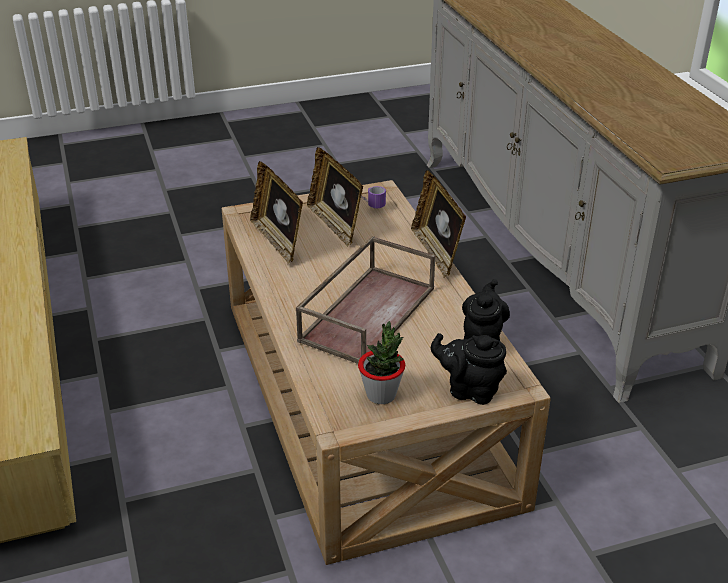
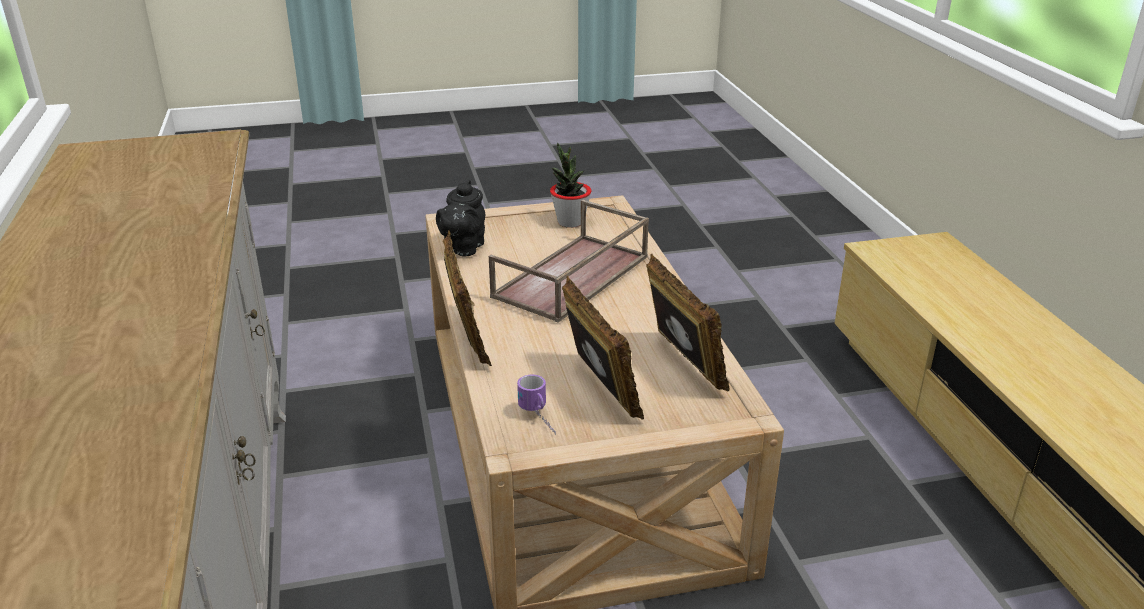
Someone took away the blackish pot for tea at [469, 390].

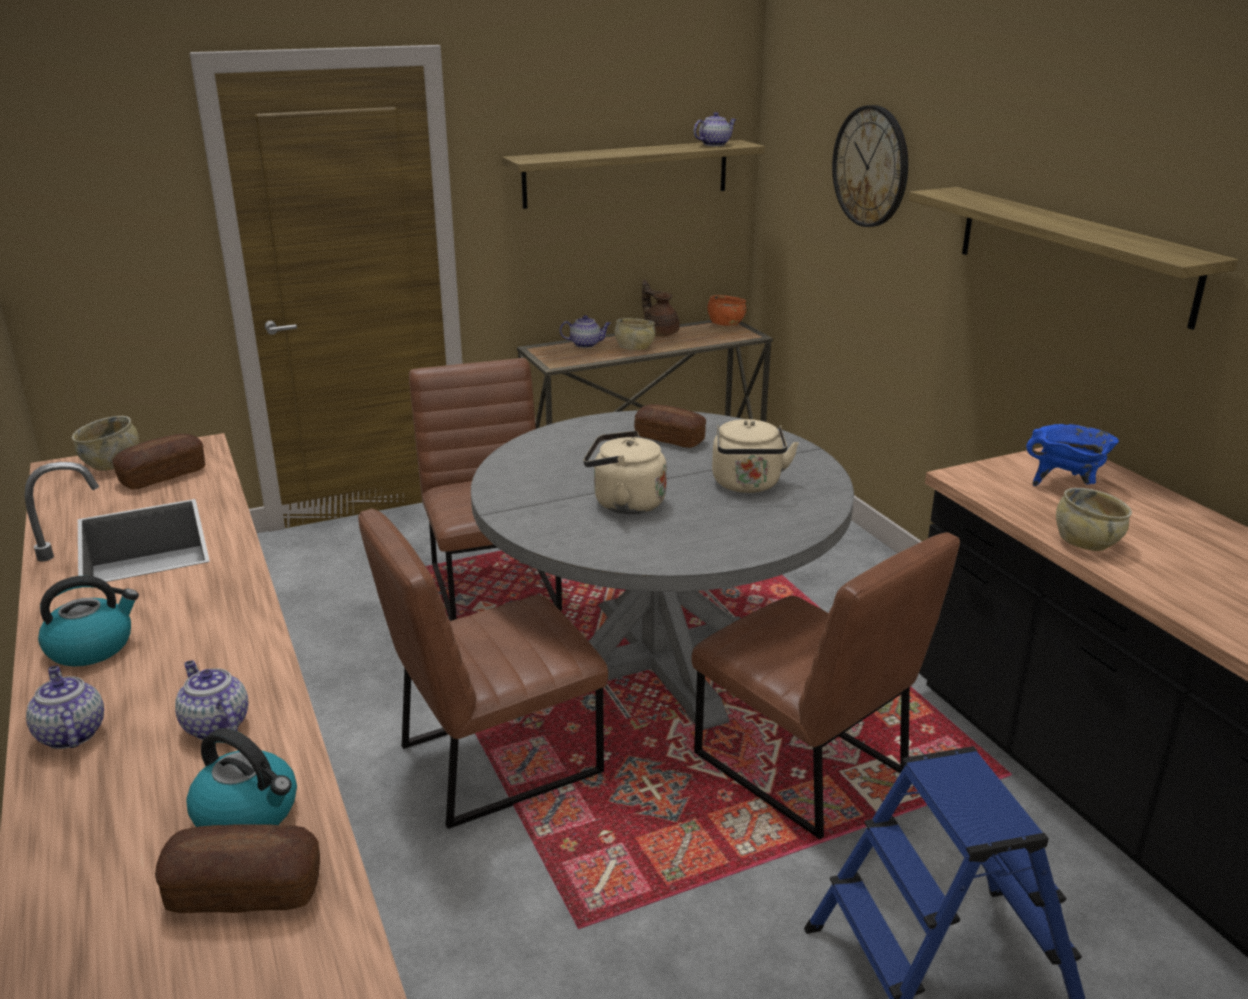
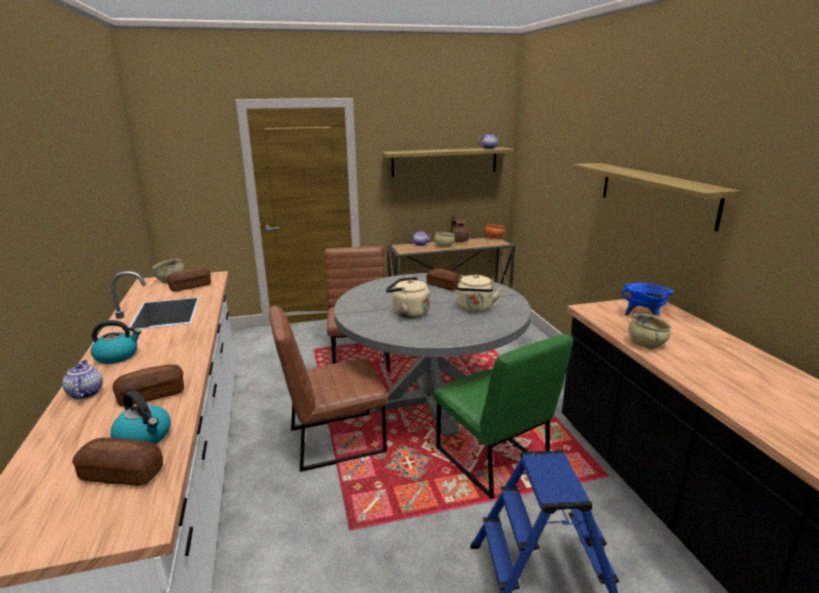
Someone swapped the pot for tea at [215, 725] for the baked bread at [152, 395]. Someone repainted the brown plain chair at [803, 768], which became the green-coloured plain chair at [492, 461]. Someone took away the wall clock at [871, 166].

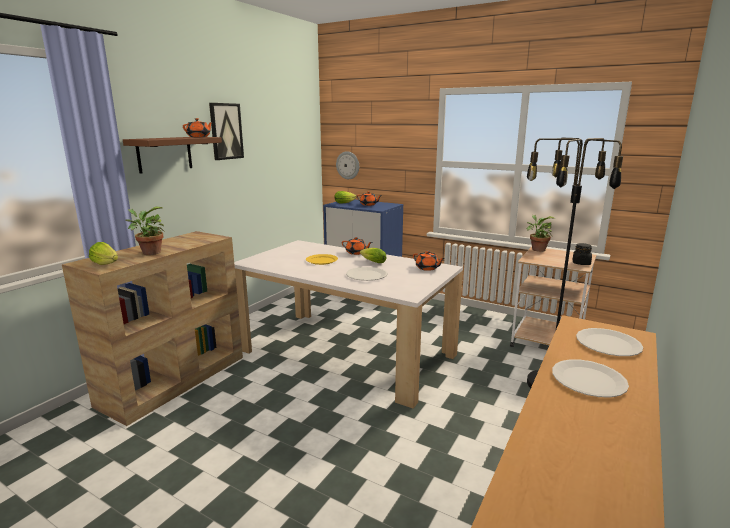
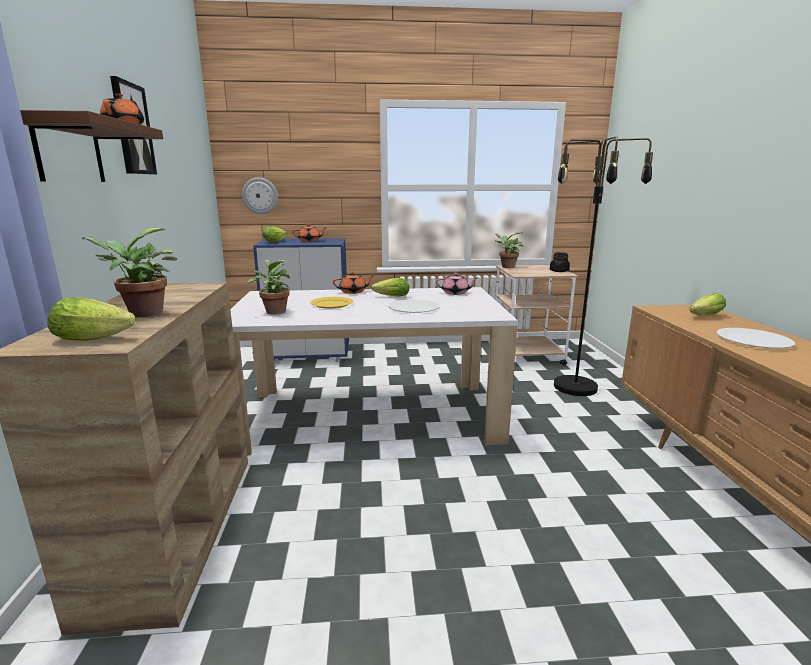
Someone put down the potted plant at [274, 311]. Someone repainted the orangey pot for tea at [427, 268], which became the pinkish pot for tea at [455, 293]. Someone swapped the white dinner plate at [608, 344] for the head of lettuce at [703, 316].

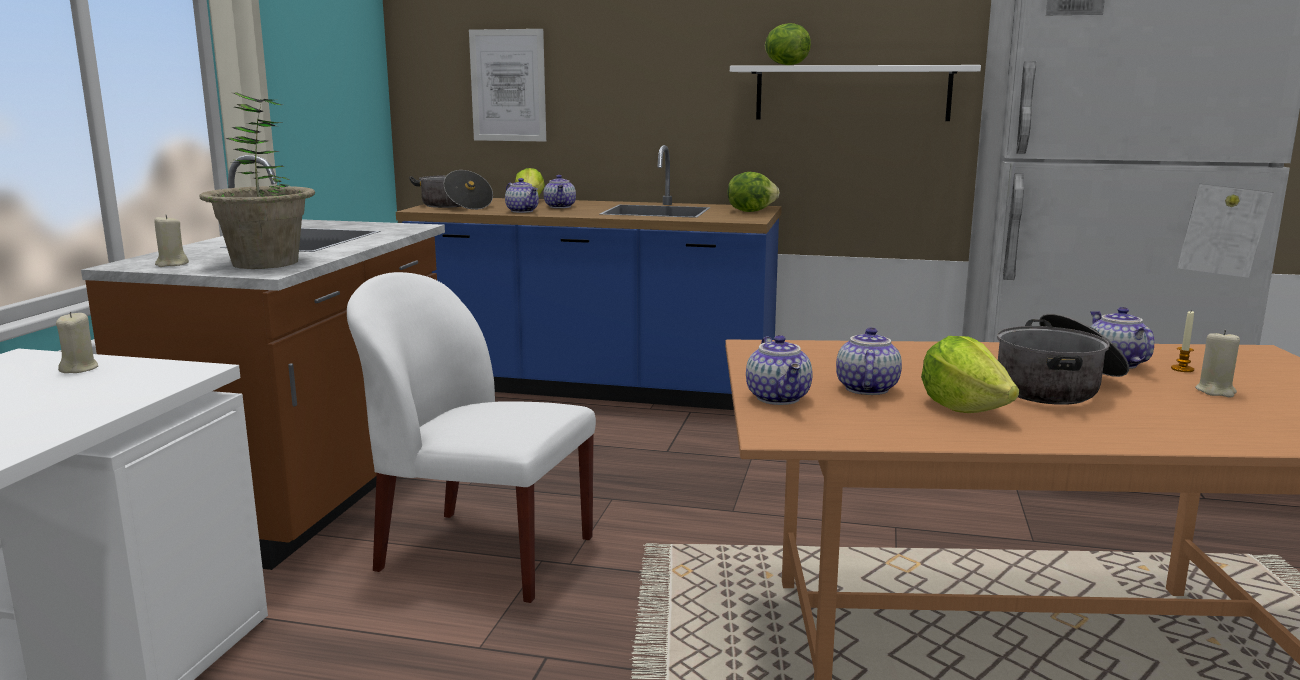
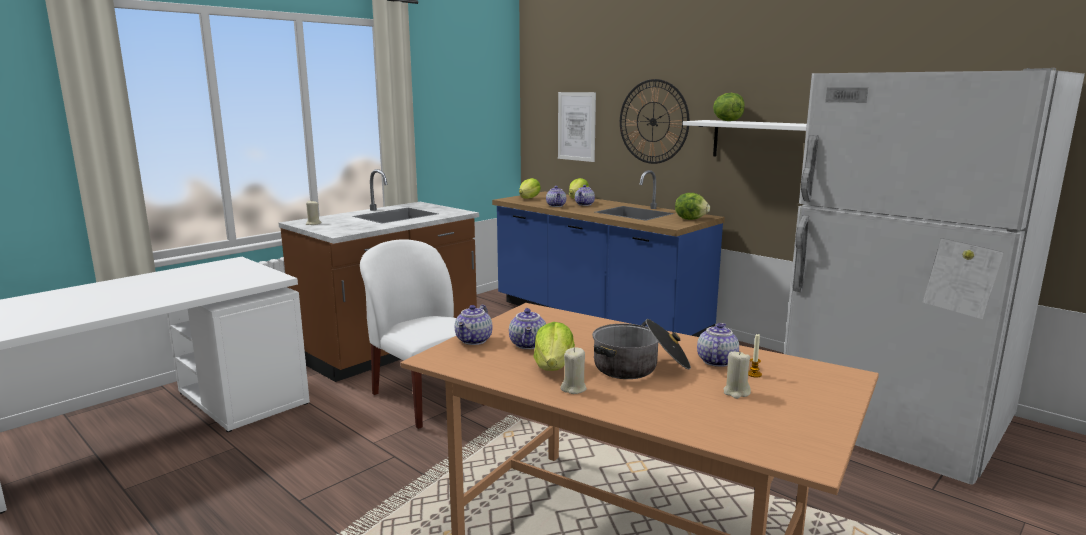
Someone rotated the pot for tea at [865, 388] by 135 degrees clockwise. Someone swapped the saucepot at [454, 206] for the head of lettuce at [529, 198]. Someone carried the sand-coloured wax light from [79, 369] to [573, 388]. Someone put up the wall clock at [653, 122]. Someone took away the potted plant at [265, 263].

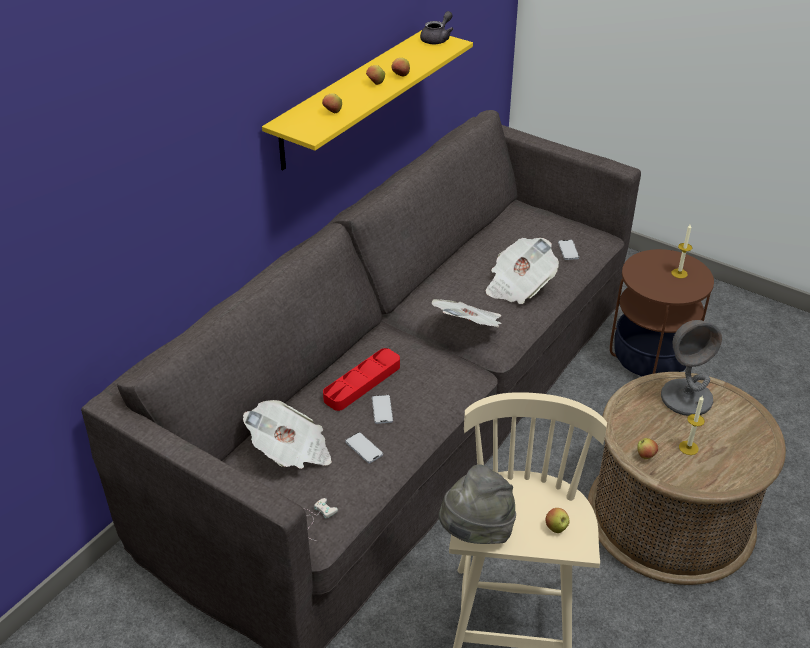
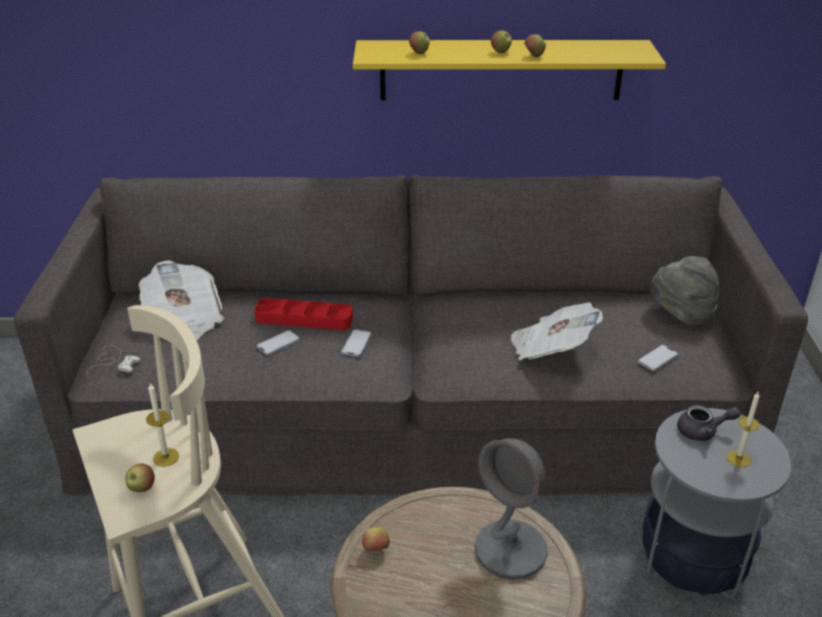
Someone carried the wax light from [688, 448] to [166, 457]. Someone carried the handset from [364, 448] to [356, 343]. Someone repainted the brown accent table at [649, 360], which became the gray accent table at [692, 560]. Someone carried the gray clothing hat from [476, 531] to [680, 315]. Someone carried the gray pot for tea from [437, 39] to [702, 431]. Someone took away the newspaper at [469, 327].

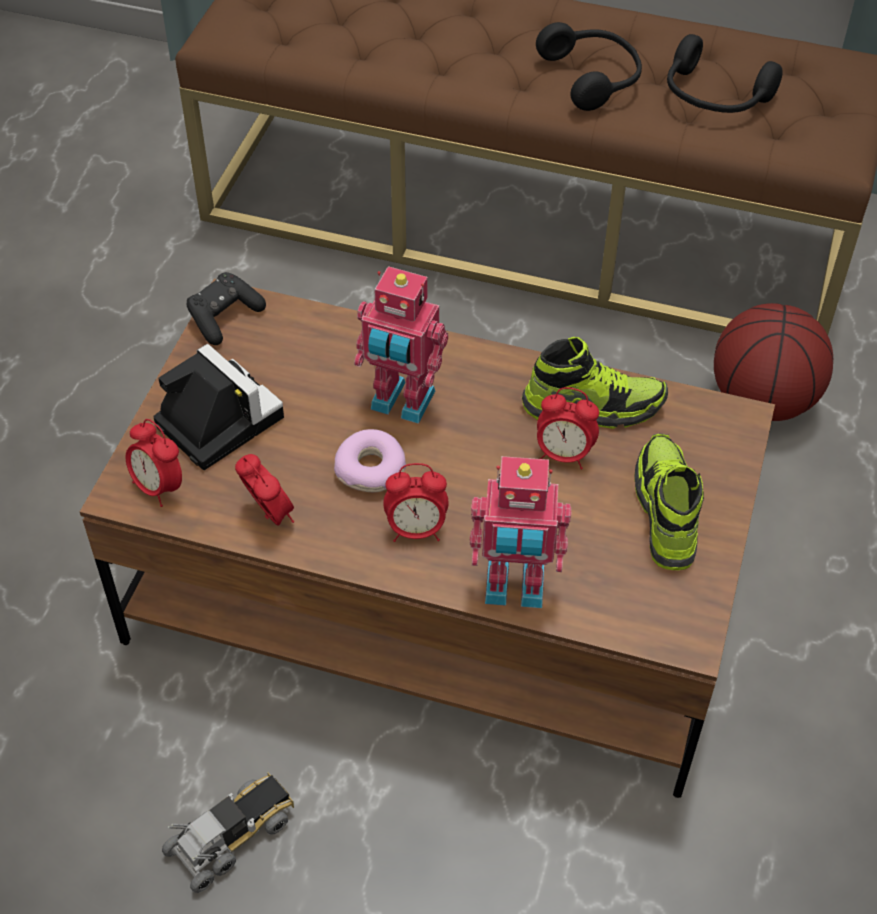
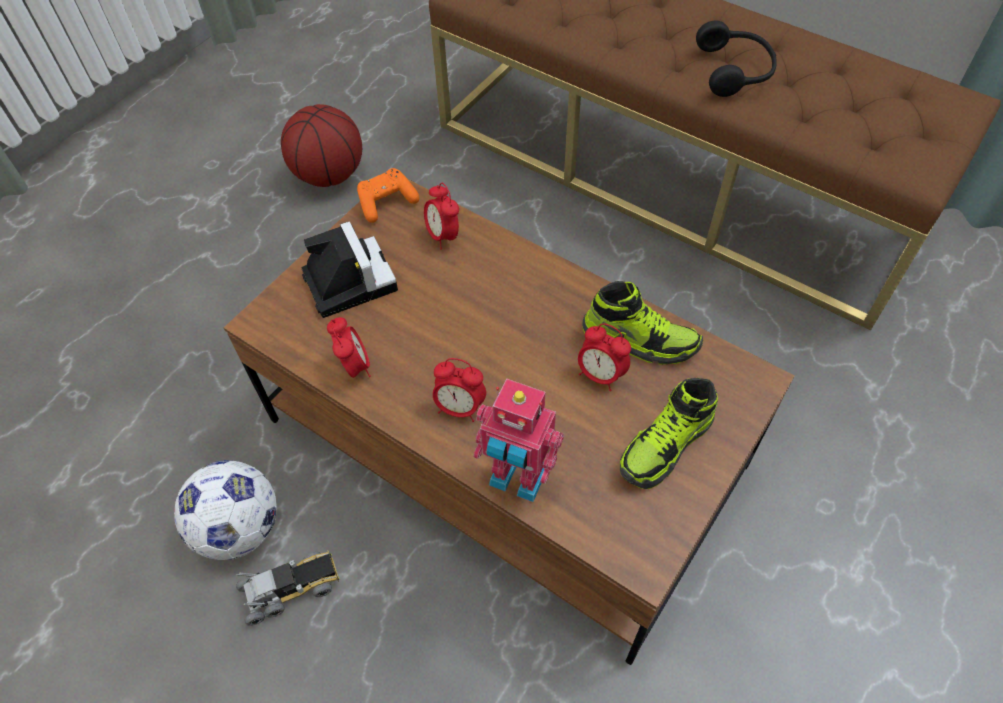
Someone put down the football at [239, 528]. Someone carried the ball for basketball from [761, 401] to [328, 175]. Someone repainted the blackish joypad at [224, 317], which became the orangey joypad at [387, 202]. Someone carried the bedside clock from [158, 487] to [443, 236]. Someone rotated the low shoe at [665, 512] by 150 degrees counterclockwise. Someone took away the ring doughnut at [371, 469]. Someone took away the robot figure at [401, 403]. Someone took away the blackish headset at [714, 97].

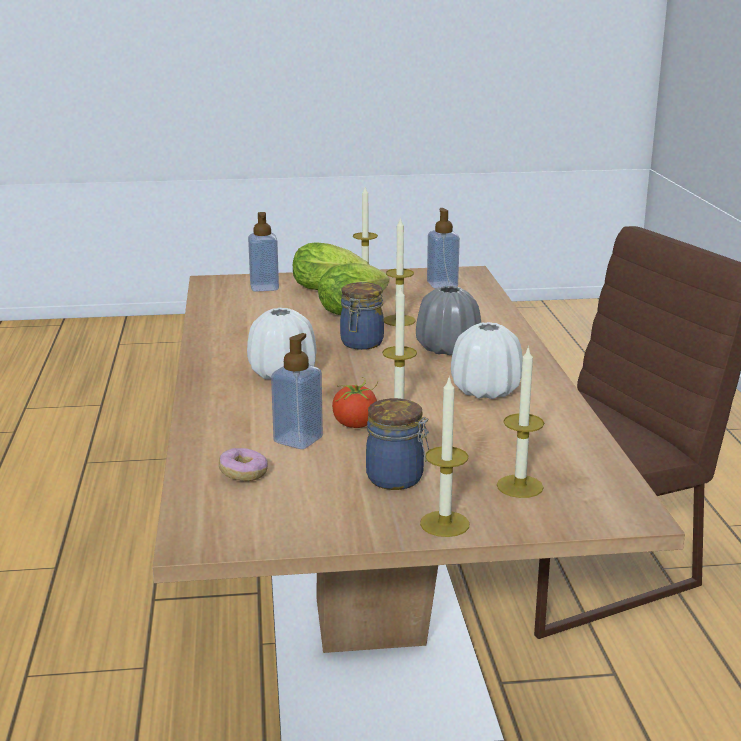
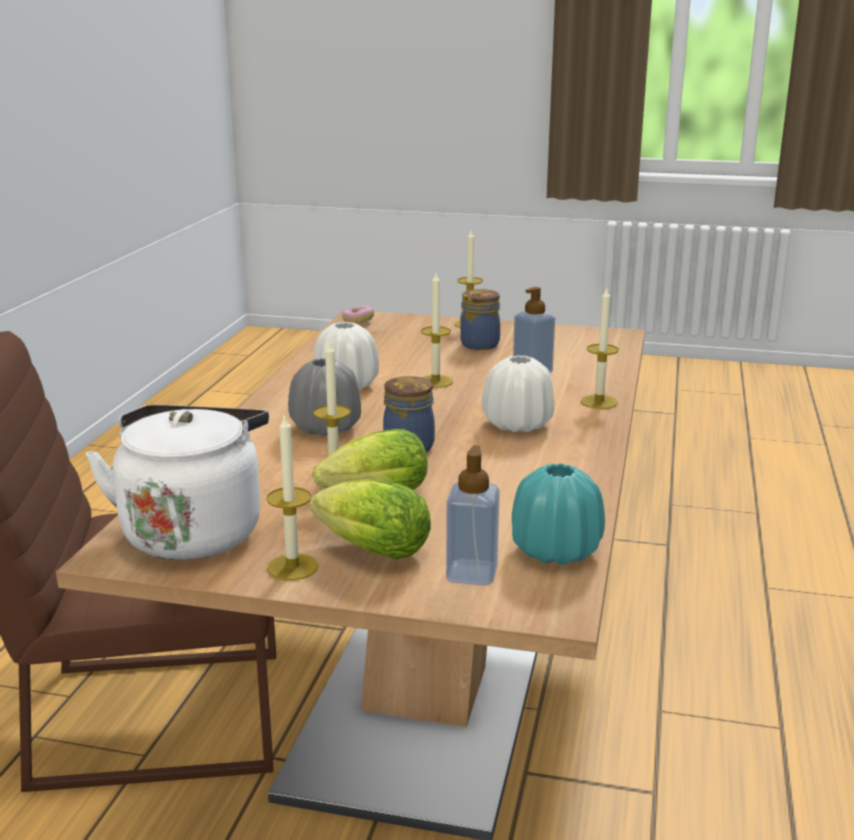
Someone swapped the soap dispenser at [442, 284] for the white water kettle at [194, 531]. Someone carried the ring doughnut from [243, 474] to [358, 321]. Someone put down the turquoise-coloured decorative vase at [555, 551]. Someone carried the wax light from [520, 486] to [599, 402]. Someone took away the fresh tomato at [355, 424].

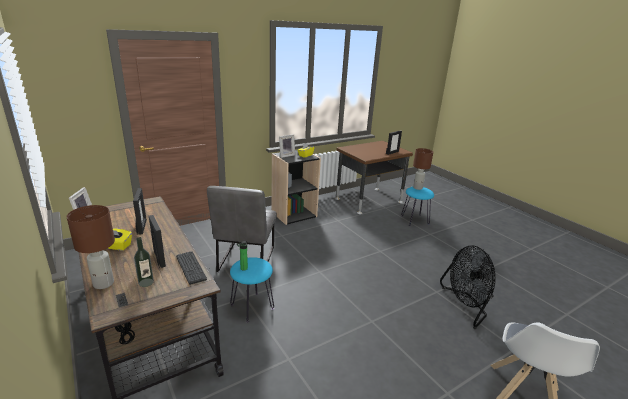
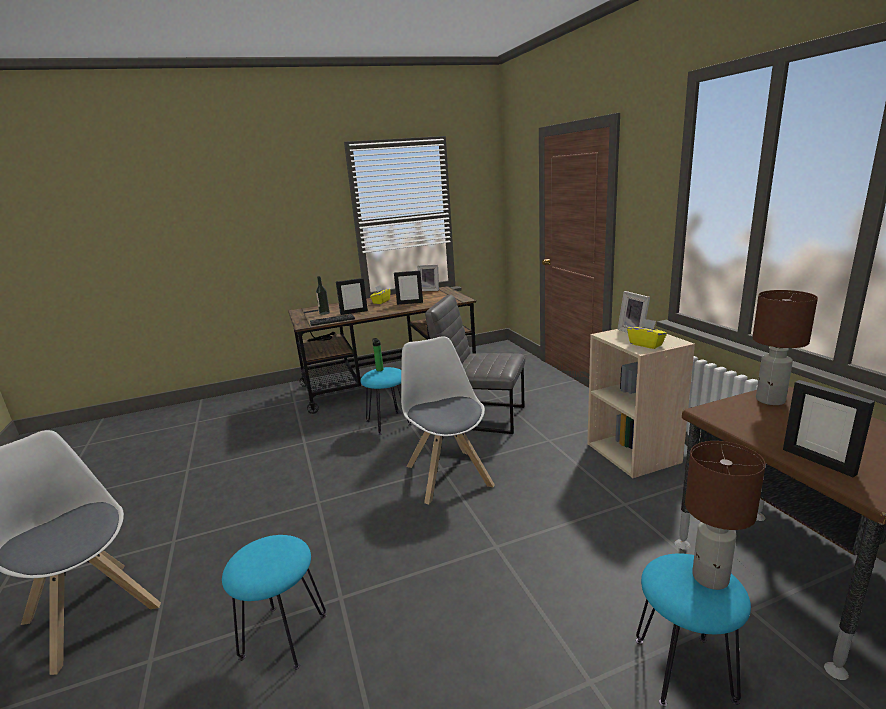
Someone swapped the blackish fan at [467, 304] for the turquoise-coloured sitting stool at [283, 636]. Someone put down the plain chair at [448, 474]. Someone repainted the blackish shelving unit at [294, 214], which became the sand-coloured shelving unit at [634, 453]. Someone carried the brown tabletop lamp from [104, 283] to [770, 400].

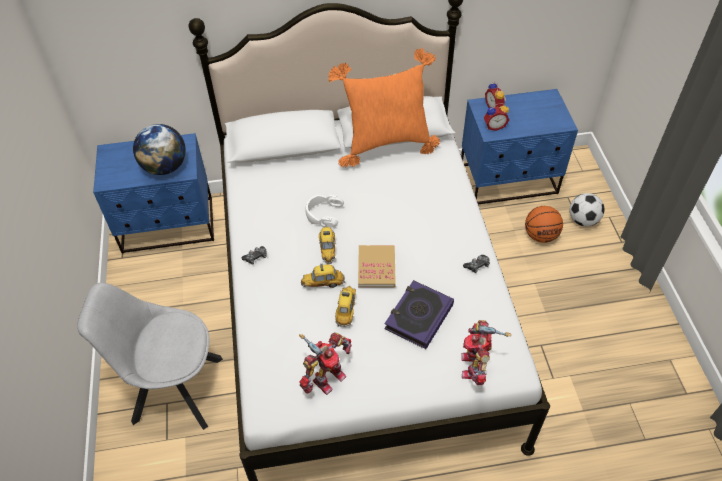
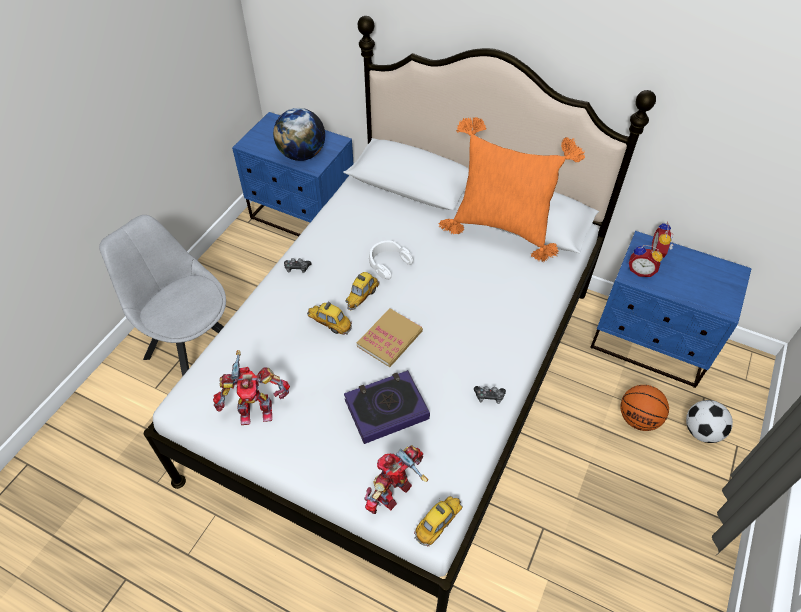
Someone carried the miniature car from [346, 309] to [438, 523].

